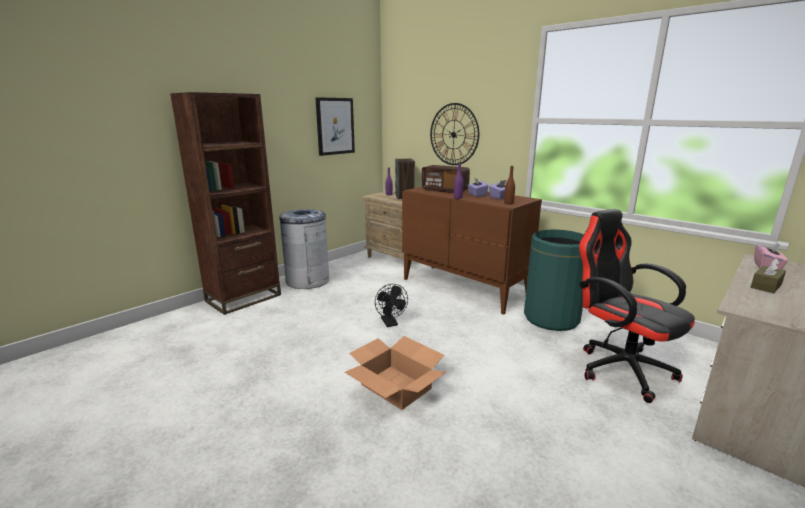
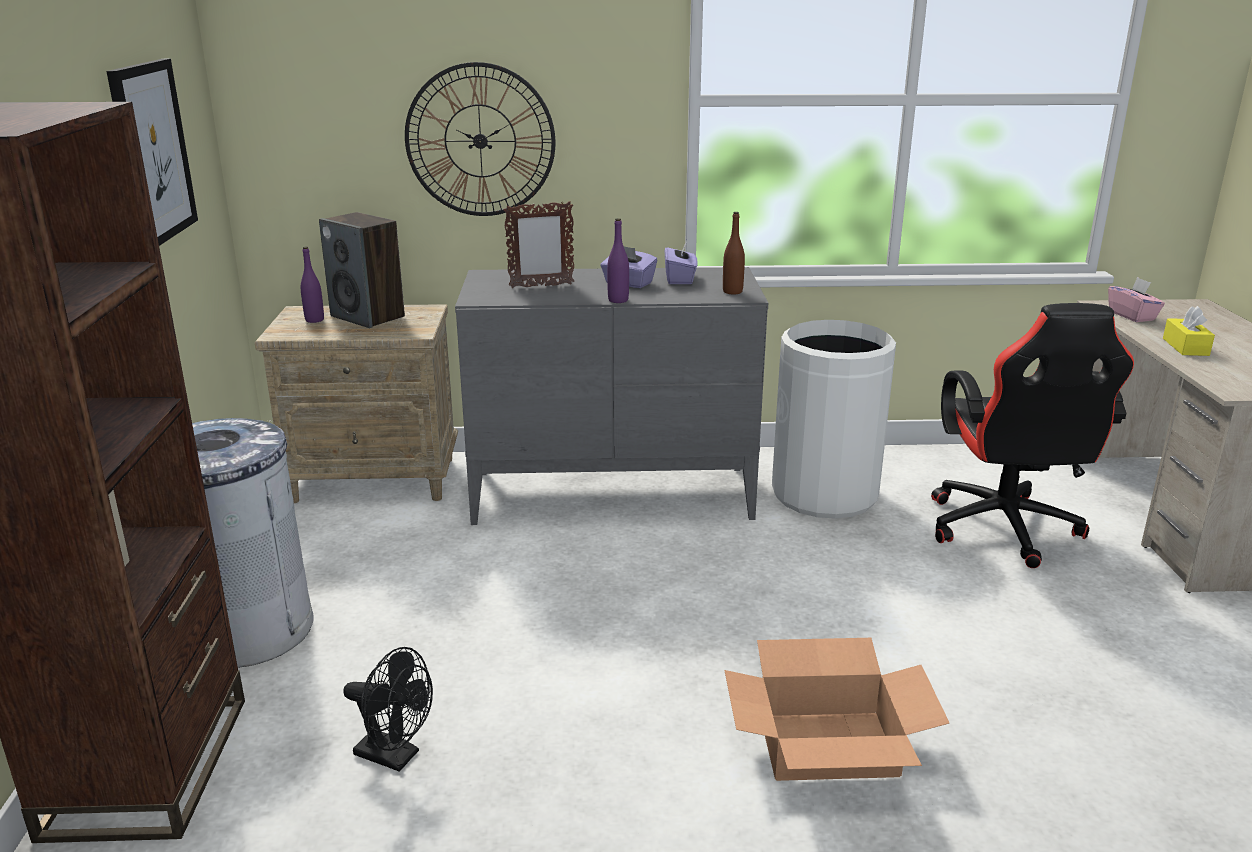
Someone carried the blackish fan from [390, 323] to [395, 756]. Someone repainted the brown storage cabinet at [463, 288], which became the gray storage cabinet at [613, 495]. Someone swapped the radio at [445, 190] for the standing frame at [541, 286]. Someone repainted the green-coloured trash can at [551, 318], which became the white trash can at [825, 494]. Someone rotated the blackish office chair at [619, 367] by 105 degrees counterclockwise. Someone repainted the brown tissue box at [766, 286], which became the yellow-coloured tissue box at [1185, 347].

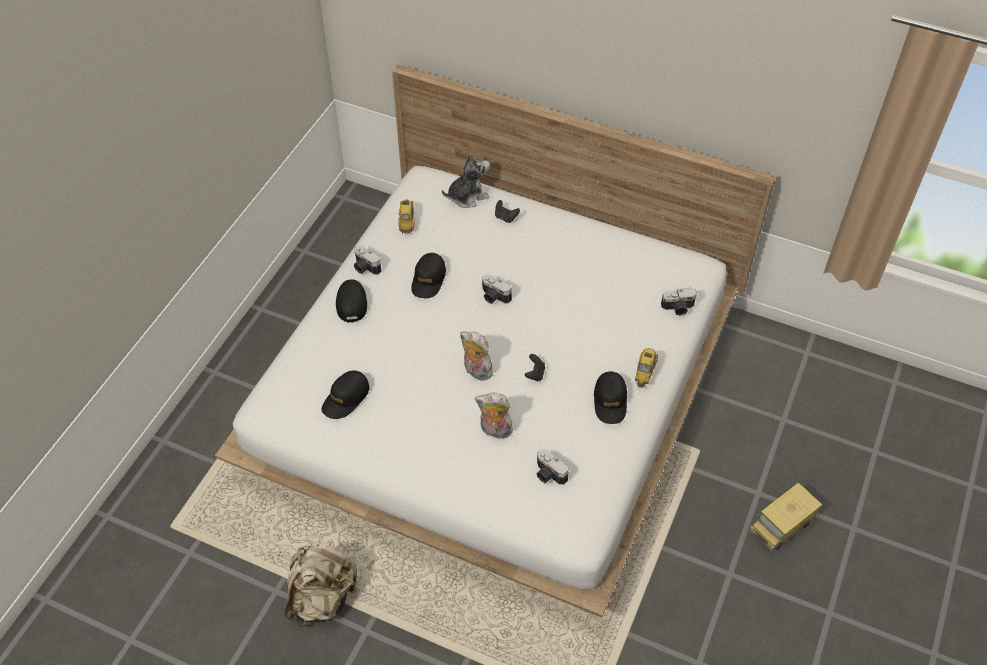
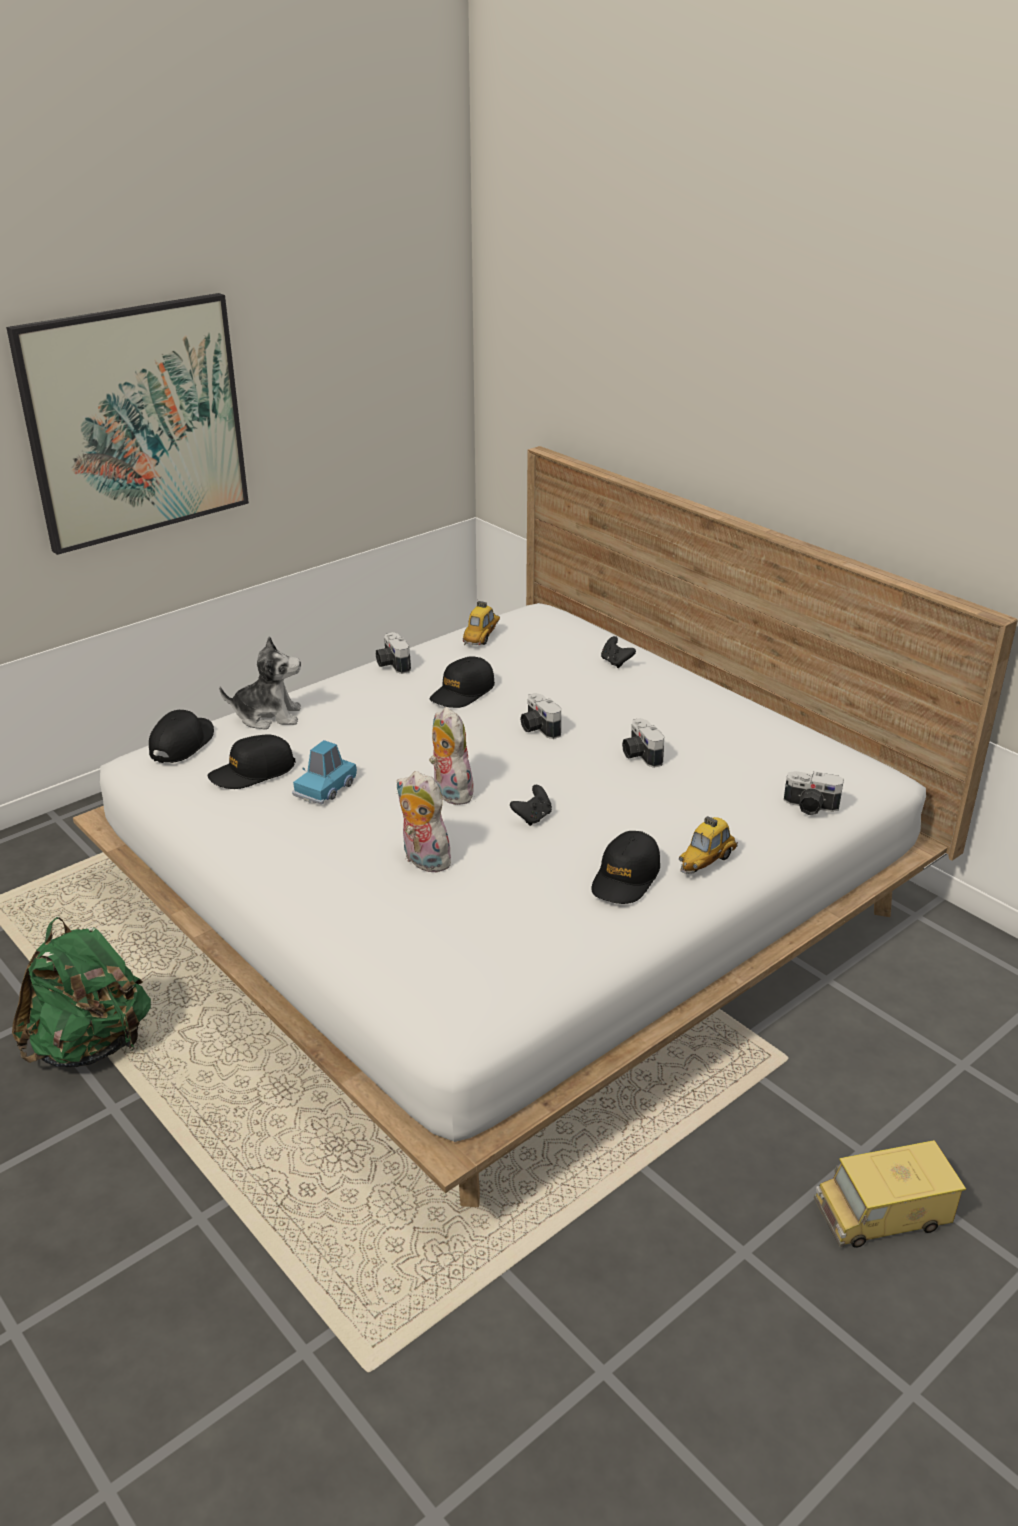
Someone put up the picture at [135, 421]. Someone repainted the sand-coloured backpack at [322, 597], which became the green-coloured backpack at [91, 1045]. Someone carried the blackish cap from [351, 302] to [182, 743]. Someone carried the cuddly toy from [467, 196] to [268, 716]. Someone put down the blue-coloured miniature car at [325, 788]. Someone carried the still camera from [548, 475] to [639, 755].

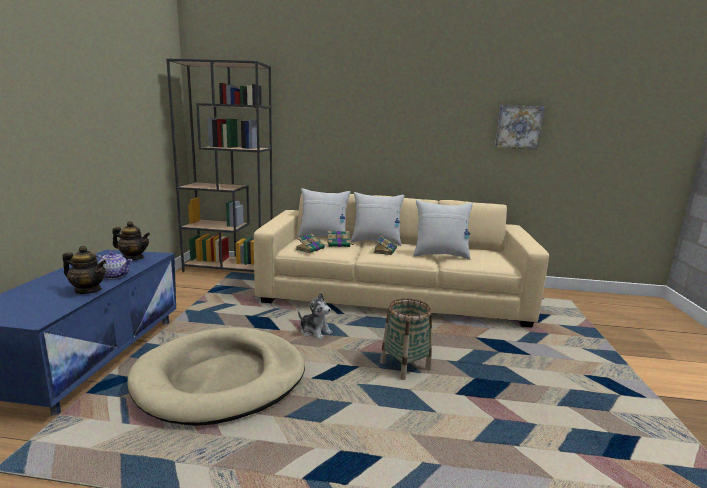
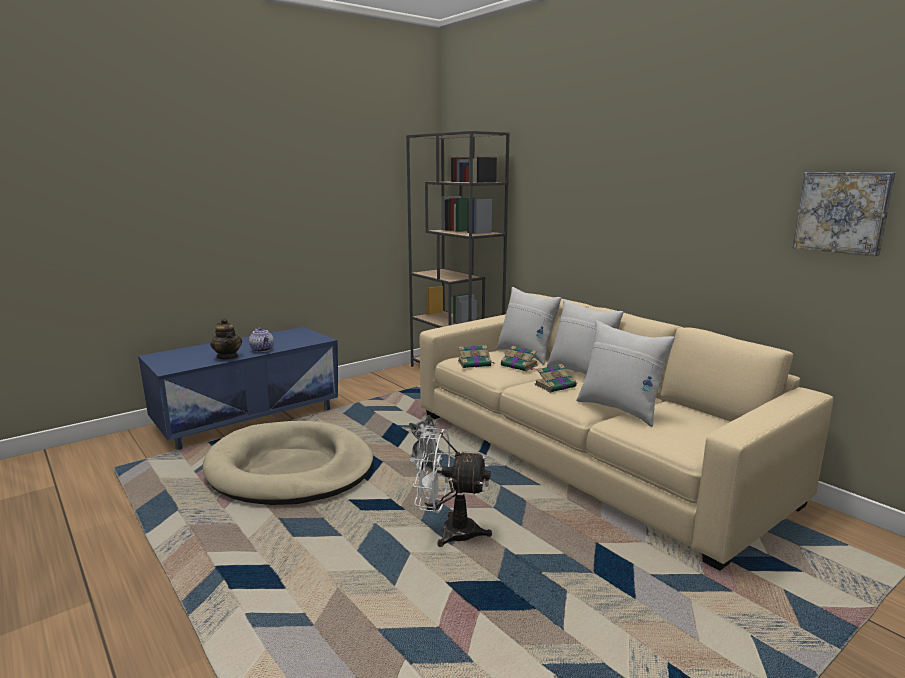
Someone swapped the household basket at [405, 366] for the white fan at [449, 532]. Someone took away the pot for tea at [133, 258].

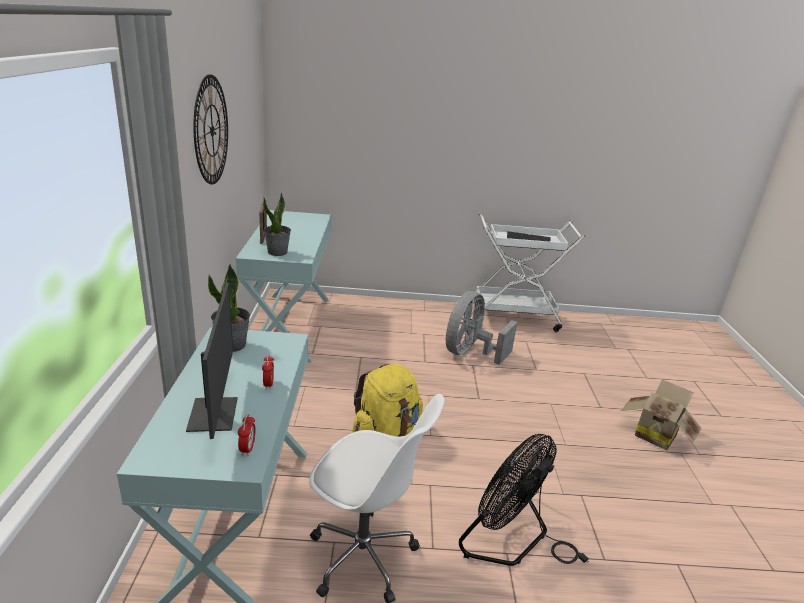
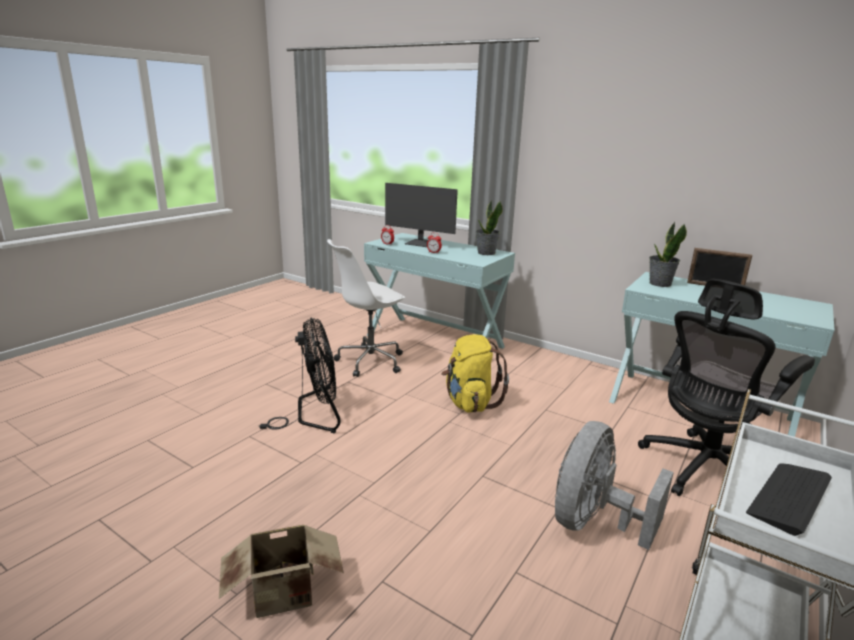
Someone rotated the gray fan at [470, 353] by 120 degrees counterclockwise. Someone put down the office chair at [704, 469]. Someone took away the wall clock at [211, 130].

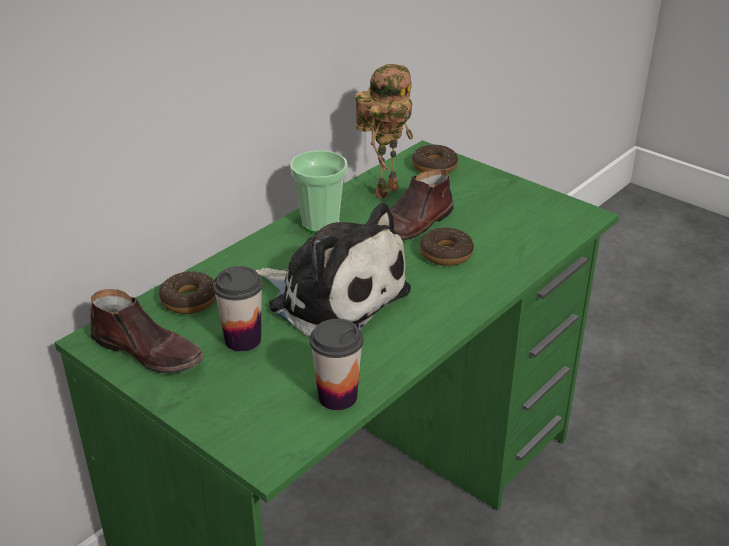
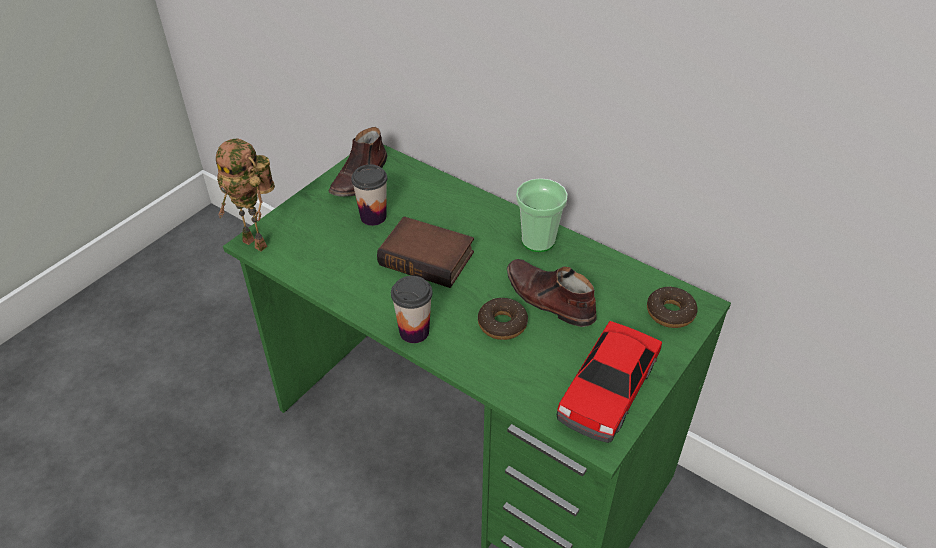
Someone carried the robot figure from [385, 190] to [258, 243]. Someone swapped the cuddly toy at [333, 297] for the book at [429, 257]. Someone carried the drinking cup from [337, 397] to [414, 332]. Someone put down the miniature car at [607, 391]. Someone took away the ring doughnut at [189, 300].

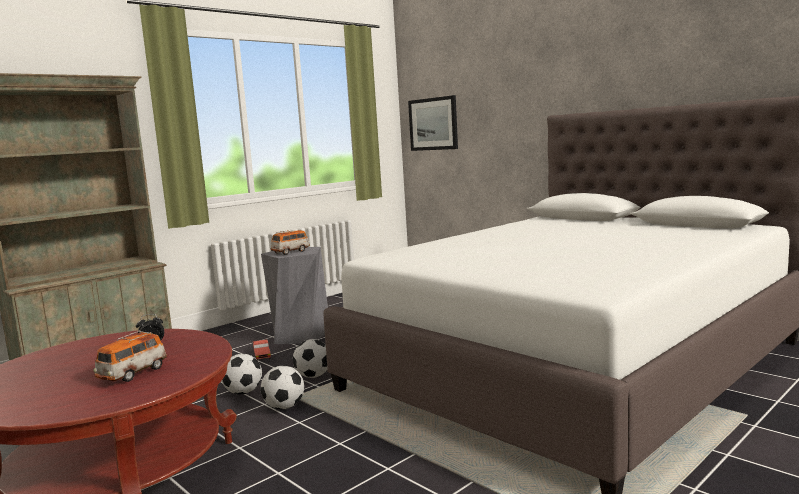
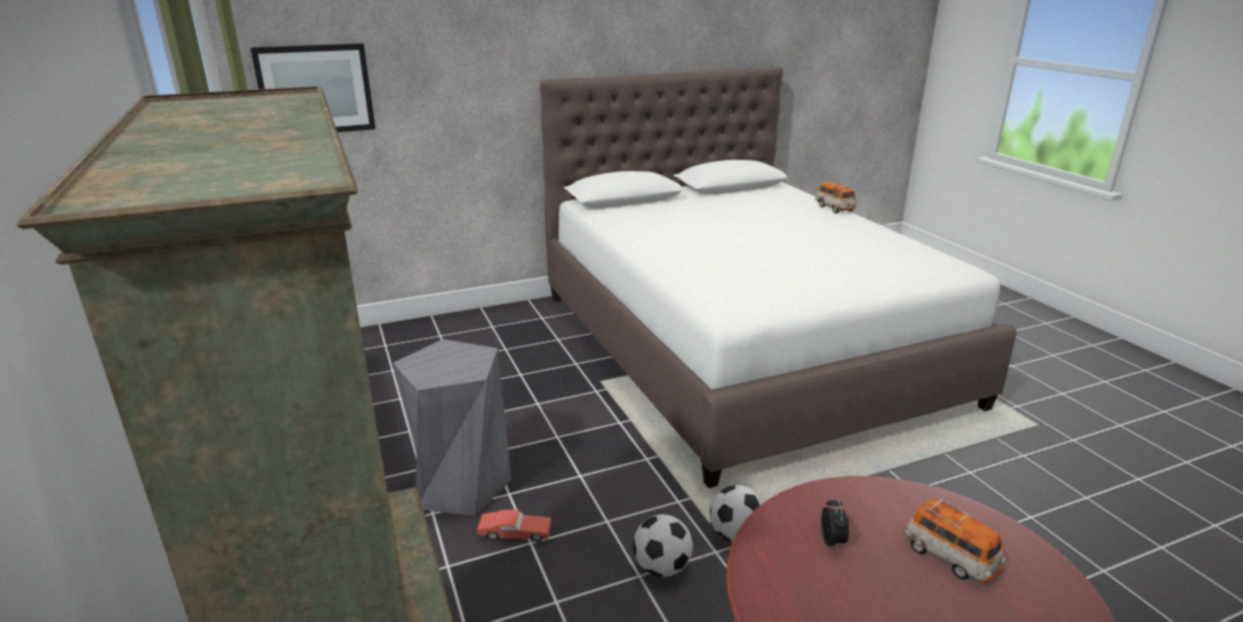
Someone carried the miniature car from [291, 252] to [834, 208]. Someone took away the football at [313, 376].

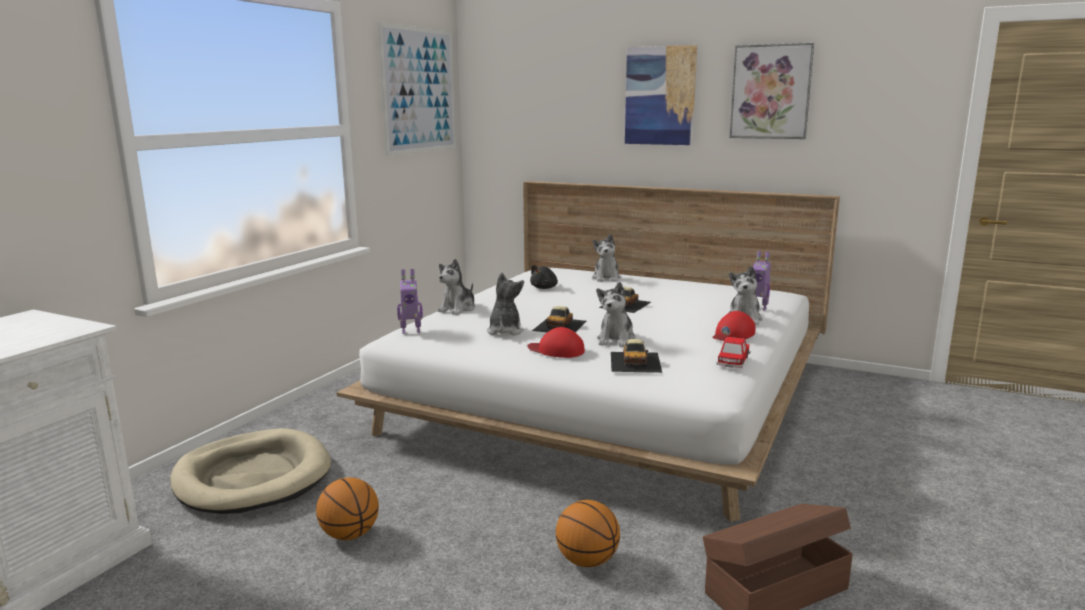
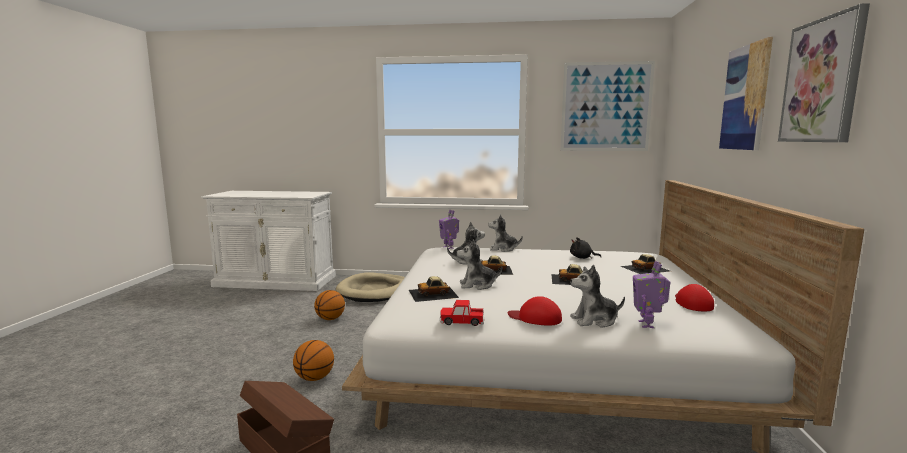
Someone swapped the cuddly toy at [606, 278] for the miniature car at [645, 268]. Someone carried the reddish cap from [556, 350] to [692, 303].

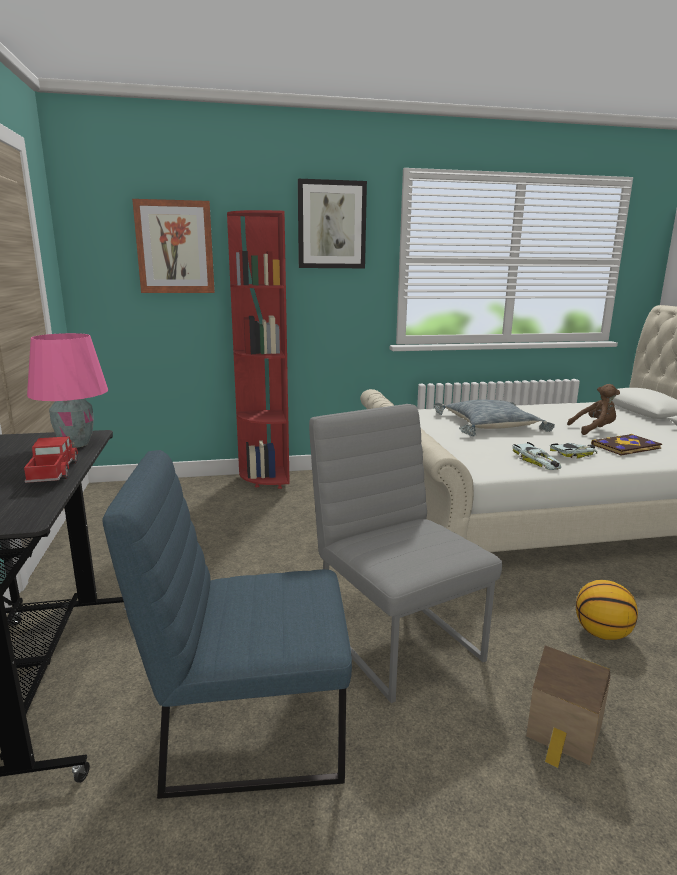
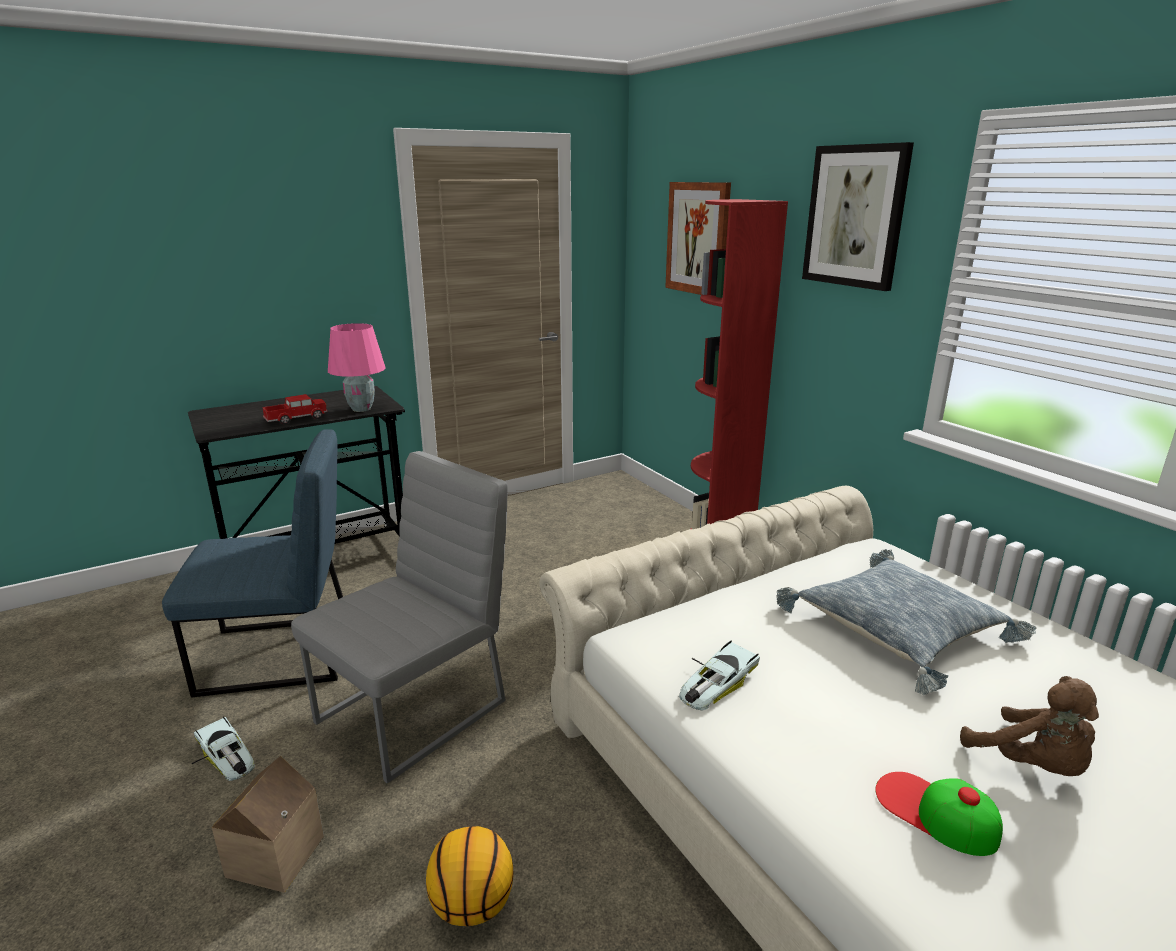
Someone rotated the blue-coloured plain chair at [248, 729] by 105 degrees clockwise. Someone carried the miniature car from [575, 454] to [225, 755]. Someone swapped the book at [626, 447] for the cap at [935, 812].

